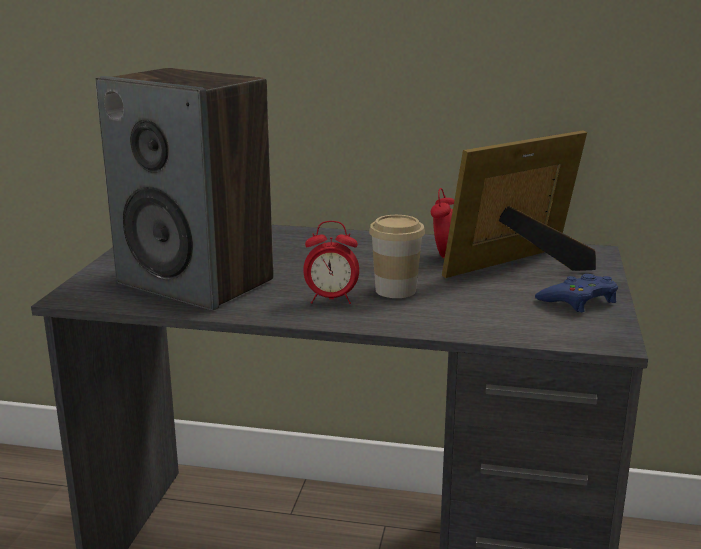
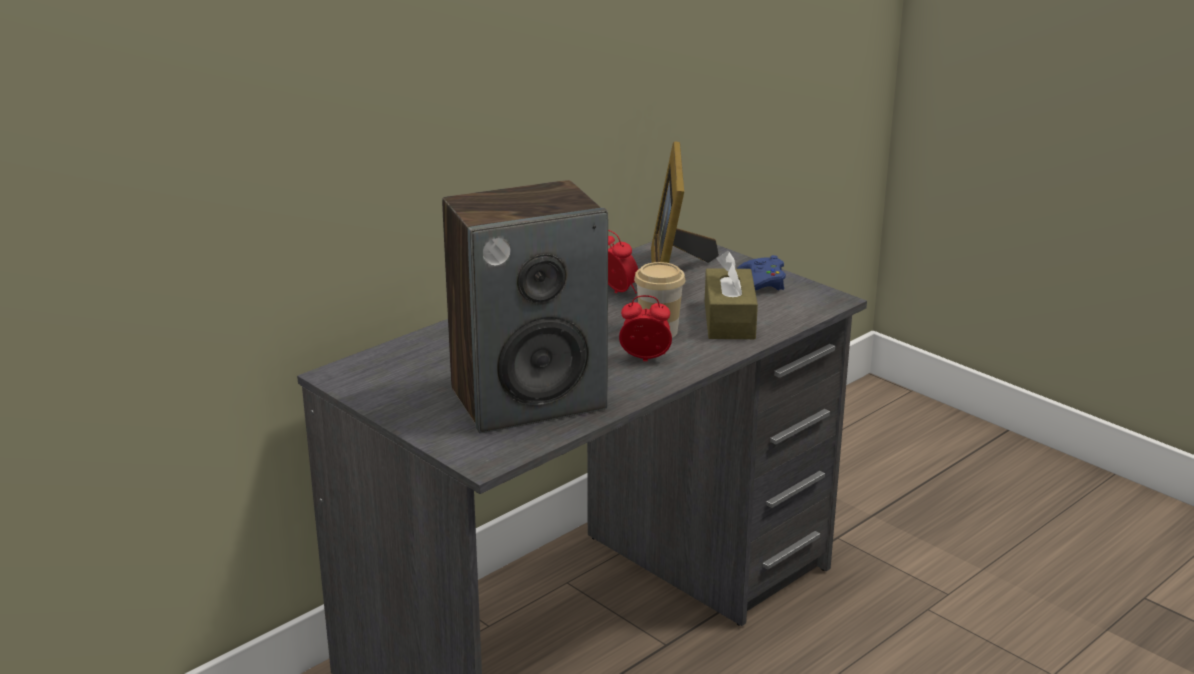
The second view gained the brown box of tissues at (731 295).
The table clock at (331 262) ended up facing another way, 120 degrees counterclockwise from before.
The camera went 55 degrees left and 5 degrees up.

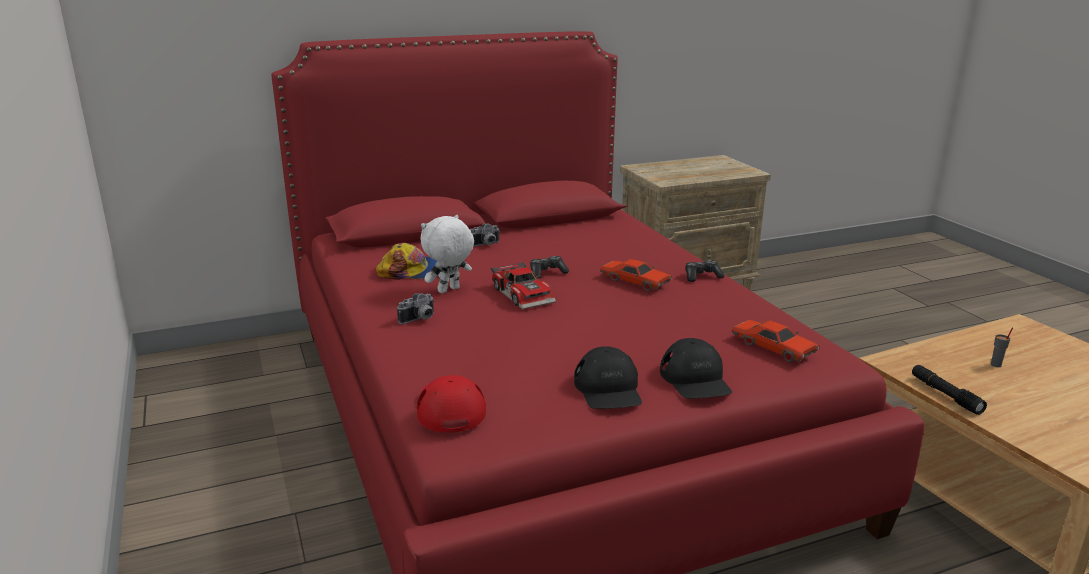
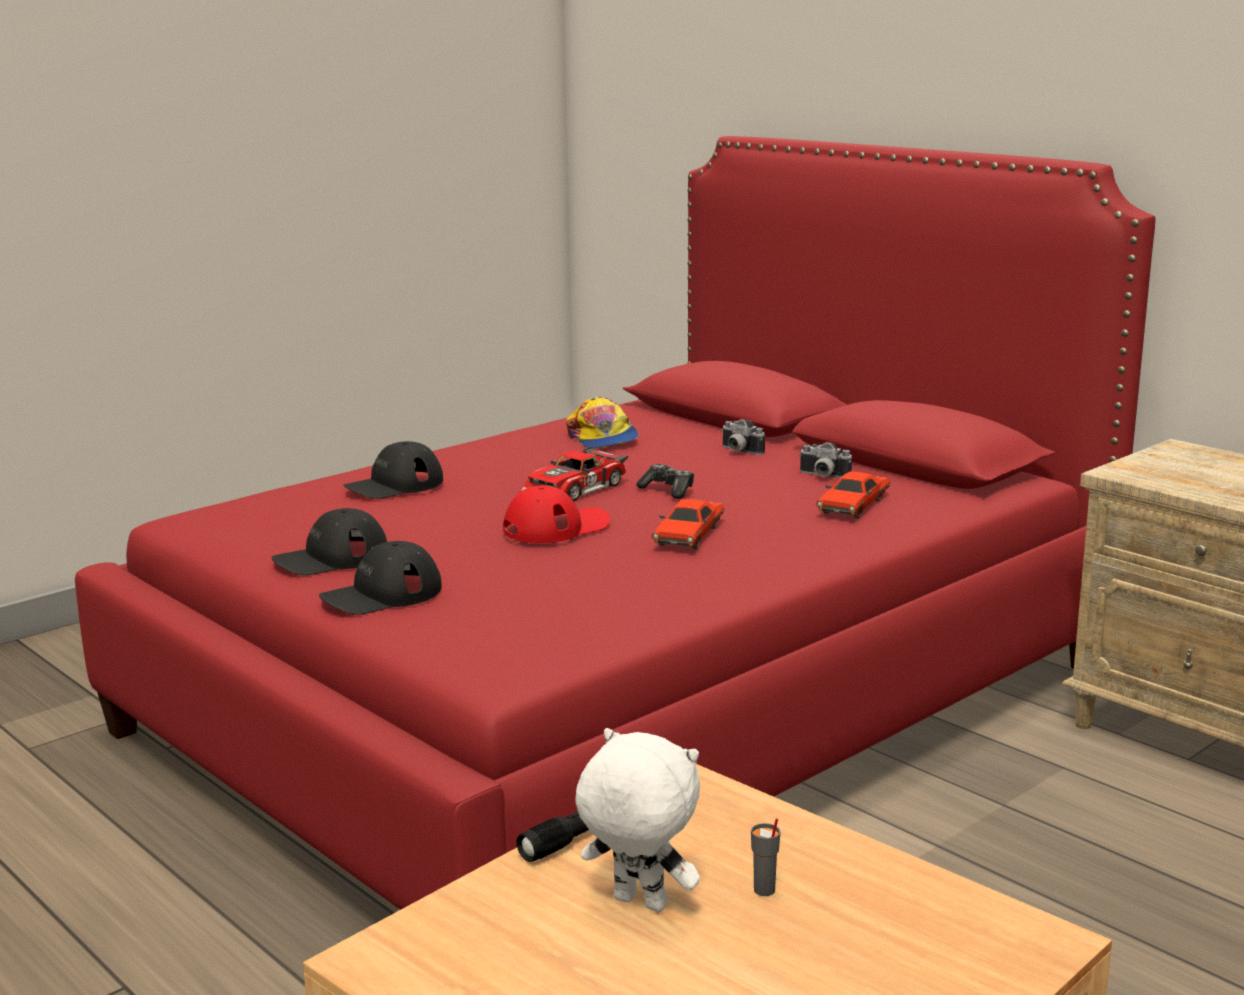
The second view lost the joypad at (704 271).
The second view gained the black-coloured peaked cap at (393 470).
The photo camera ended up elsewhere, having gone from (416 308) to (825 460).
The red peaked cap ended up elsewhere, having gone from (451 404) to (556 514).
The white-coloured cuddly toy ended up elsewhere, having gone from (447 254) to (638 820).
The red toy car ended up elsewhere, having gone from (776 341) to (853 495).
The camera went 70 degrees right and 5 degrees down.

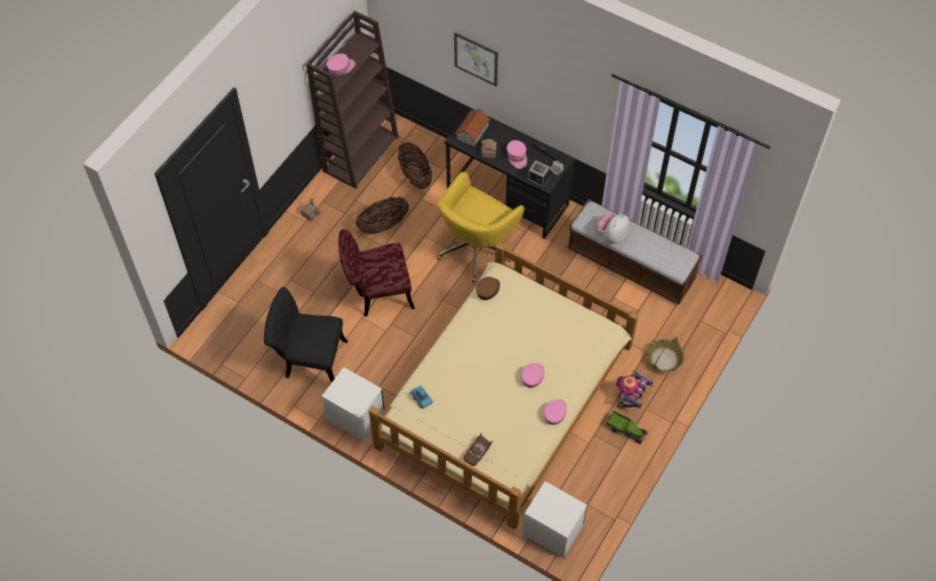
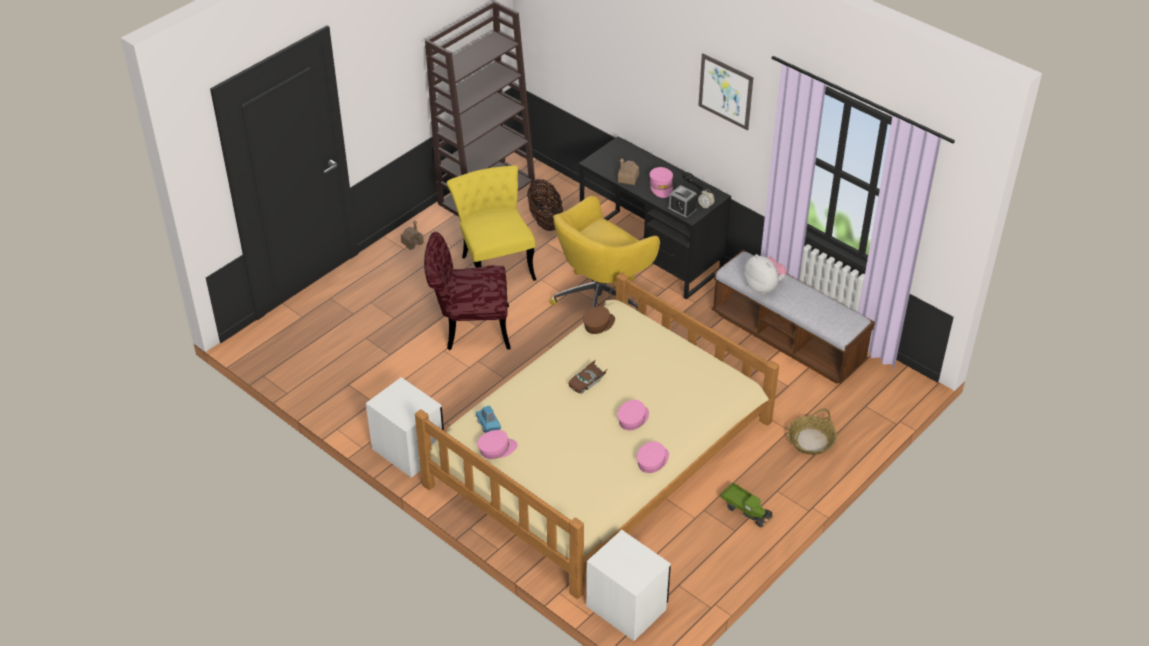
The second view lost the black-coloured chair at (306 335).
The second view lost the model house at (472 127).
The second view lost the model robot at (634 390).
The pink peaked cap ended up elsewhere, having gone from (340 65) to (497 444).
The picture ended up elsewhere, having gone from (476 59) to (725 92).
The brown toy car ended up elsewhere, having gone from (478 449) to (588 376).
Where the basket stood at (382 215), the yellow chair came to stand at (491 223).
The cuddly toy at (612 228) ended up facing another way, 90 degrees clockwise from before.
The camera went 10 degrees right and 15 degrees down.

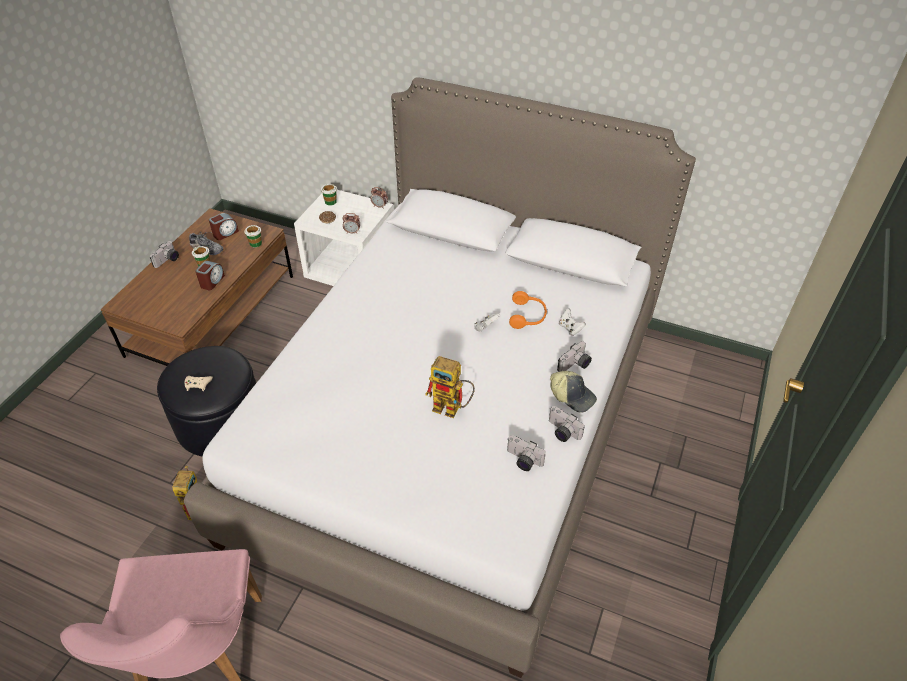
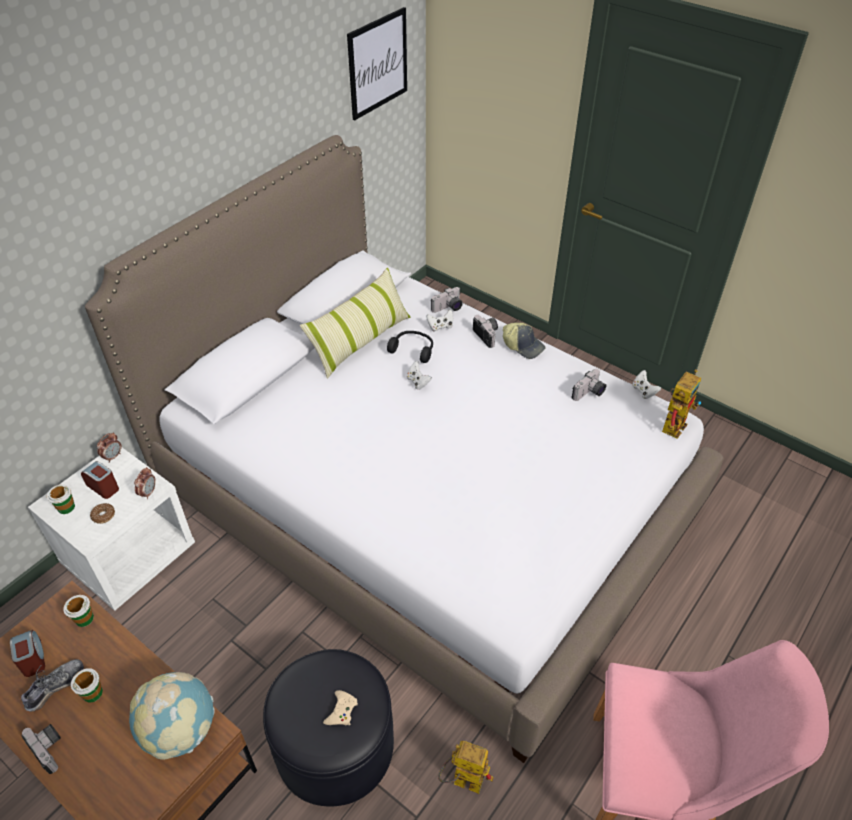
The second view gained the globe at (172 716).
The second view gained the throw pillow at (355 323).
The second view gained the picture at (377 63).
The second view gained the white-coloured joypad at (646 384).
The table clock ended up elsewhere, having gone from (210 275) to (100 480).
The model robot ended up elsewhere, having gone from (450 387) to (681 404).
The photo camera ended up elsewhere, having gone from (567 424) to (447 300).
What was the orange-coloured pair of headphones at (528 310) turned into the black-coloured pair of headphones at (410 347).
The peaked cap at (573 392) ended up facing another way, 75 degrees clockwise from before.
The camera went 75 degrees left and 0 degrees up.

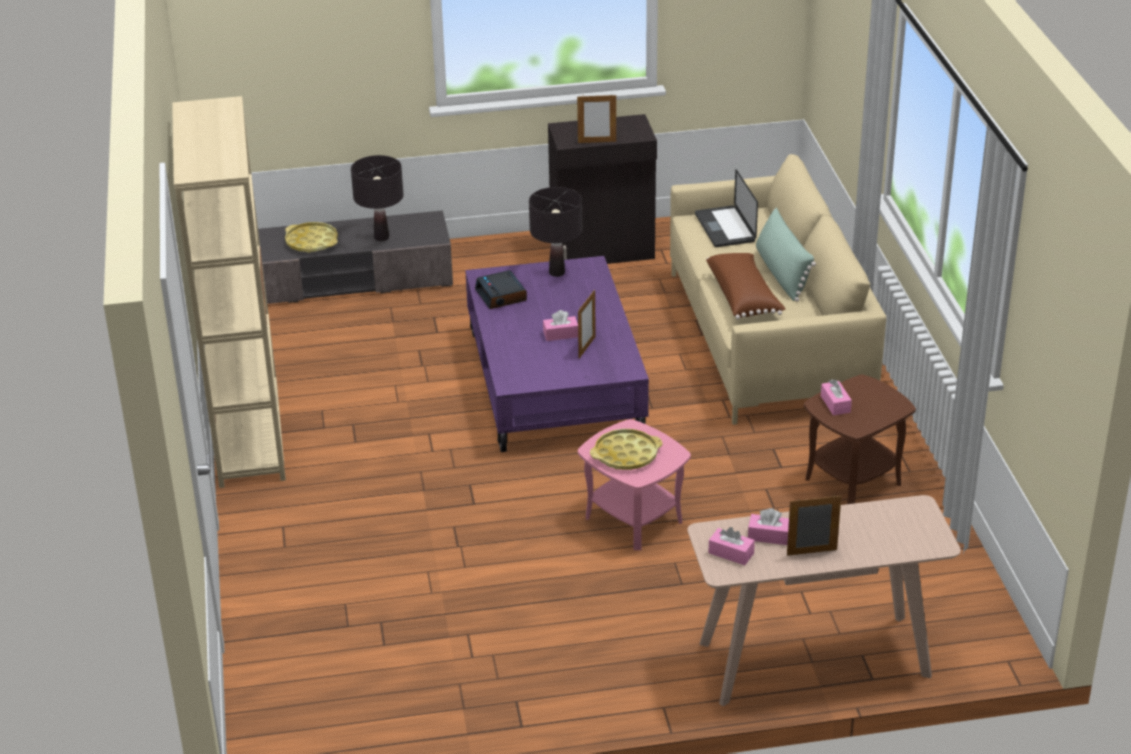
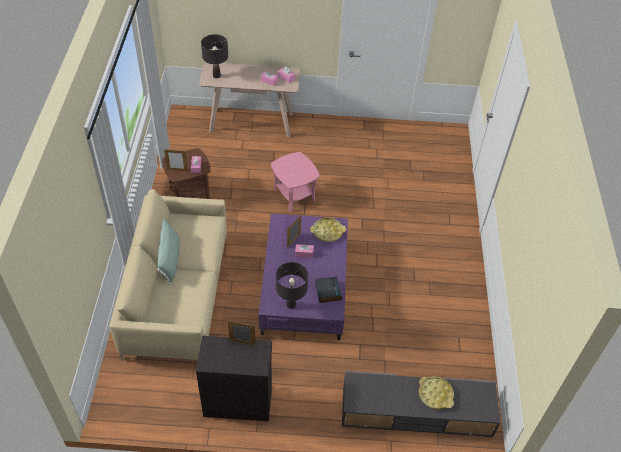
The second view lost the beige-coloured shelving unit at (229 292).
The second view lost the portable computer at (726 208).
The second view lost the brown throw pillow at (746 286).
The black-coloured table lamp ended up elsewhere, having gone from (377 198) to (214 56).
The yellow tray ended up elsewhere, having gone from (626 449) to (328 230).
The photo frame ended up elsewhere, having gone from (814 525) to (176 160).
The camera went 170 degrees left and 15 degrees up.

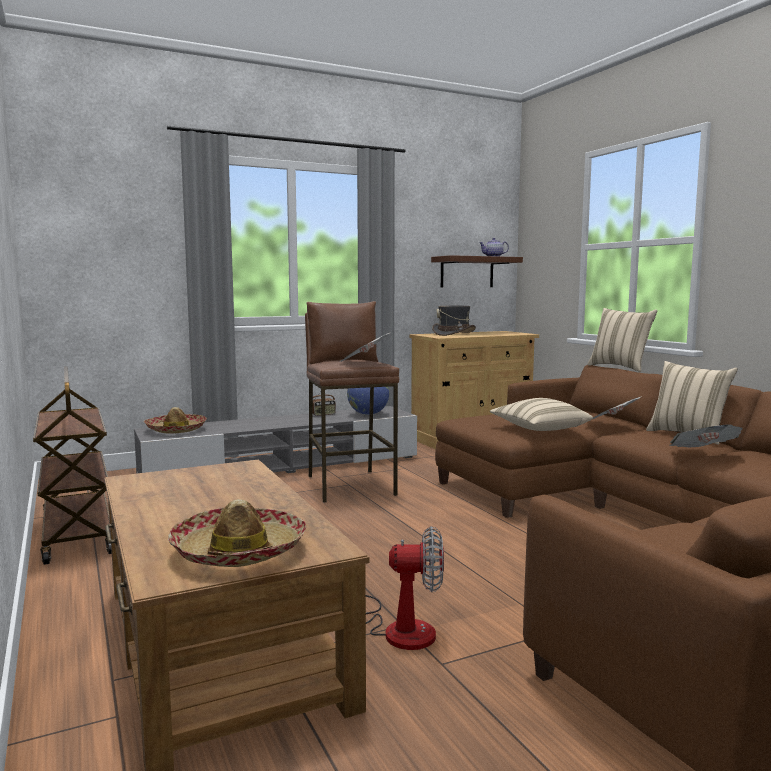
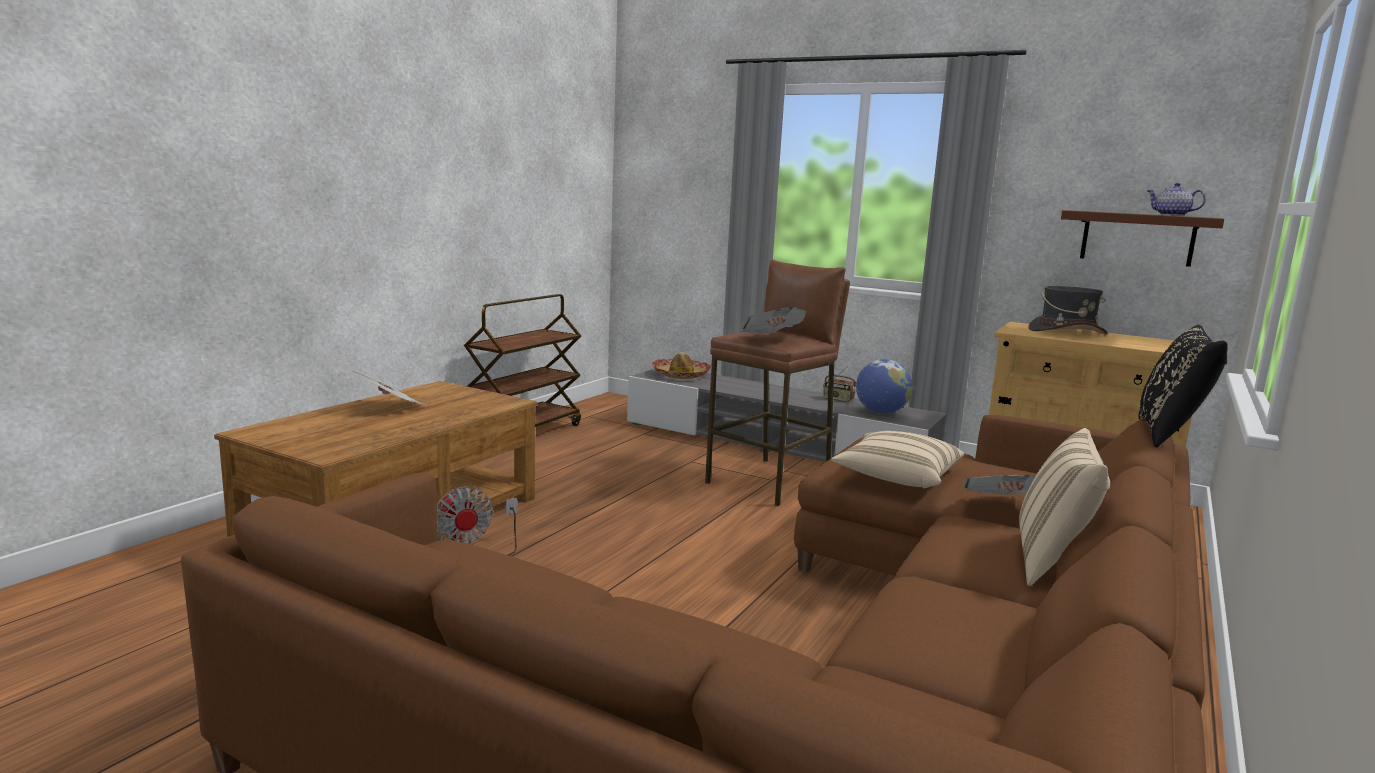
The second view lost the hat at (237 533).
The printed paper ended up elsewhere, having gone from (706 435) to (388 388).
What was the beige-coloured throw pillow at (622 340) turned into the black-coloured throw pillow at (1183 386).
The camera went 55 degrees right and 5 degrees up.

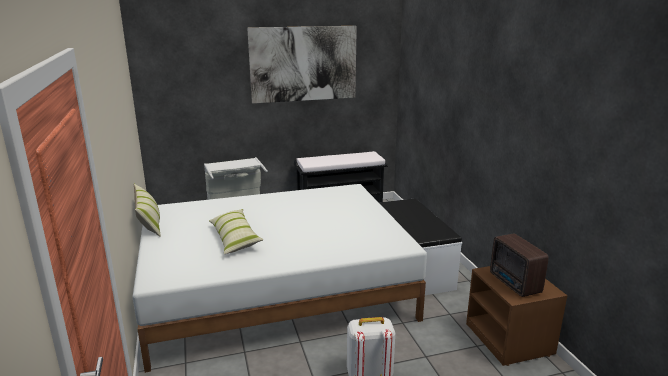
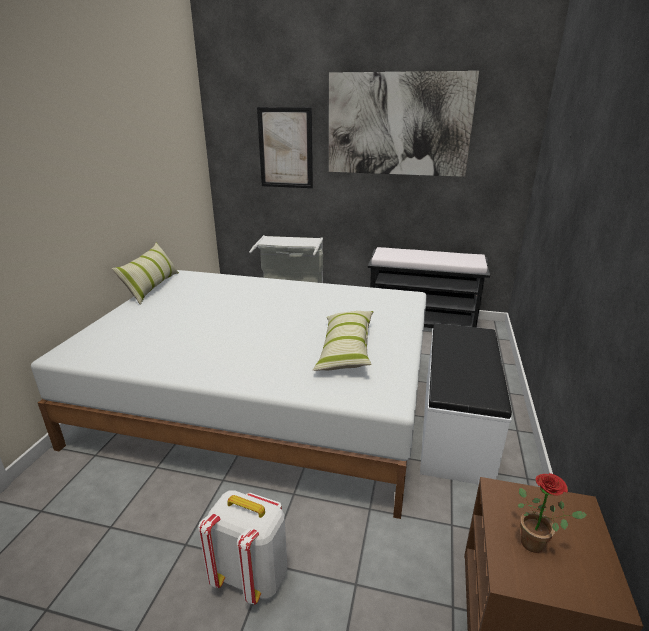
The second view gained the picture at (285 147).
The throw pillow ended up elsewhere, having gone from (236 231) to (343 341).
Where the radio stood at (519 265), the plant in a pot came to stand at (552 513).
The camera went 30 degrees right and 5 degrees up.

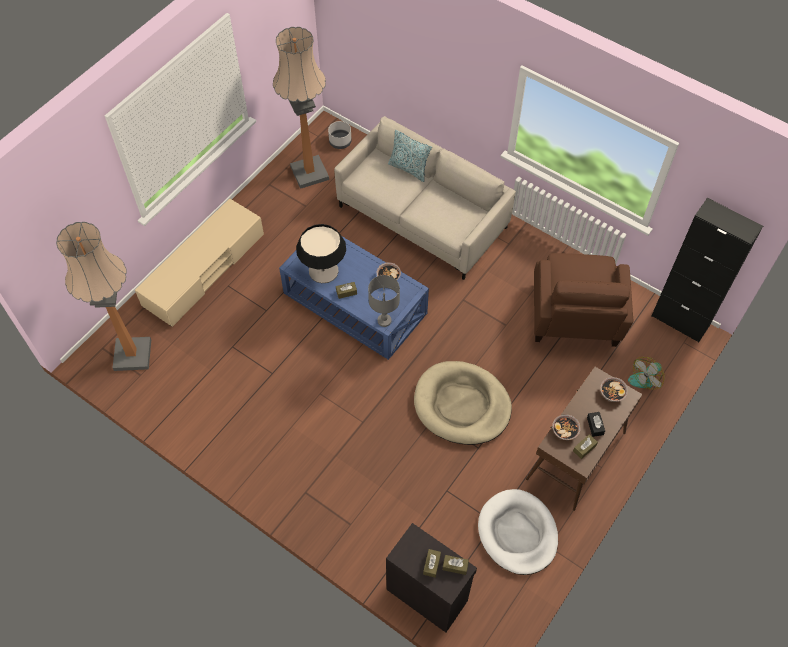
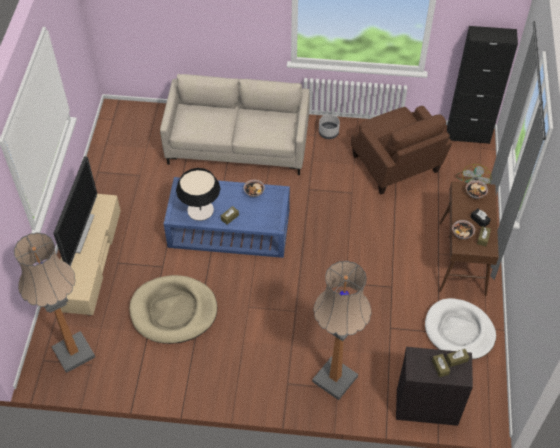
The second view lost the gray table lamp at (384 301).
The second view lost the throw pillow at (410 156).
The second view gained the television at (75 212).
The floor lamp ended up elsewhere, having gone from (301 108) to (341 330).
The gray plant pot ended up elsewhere, having gone from (340 135) to (329 126).
The beige-coloured dog bed ended up elsewhere, having gone from (463 403) to (173 309).
The camera went 30 degrees left and 5 degrees down.

